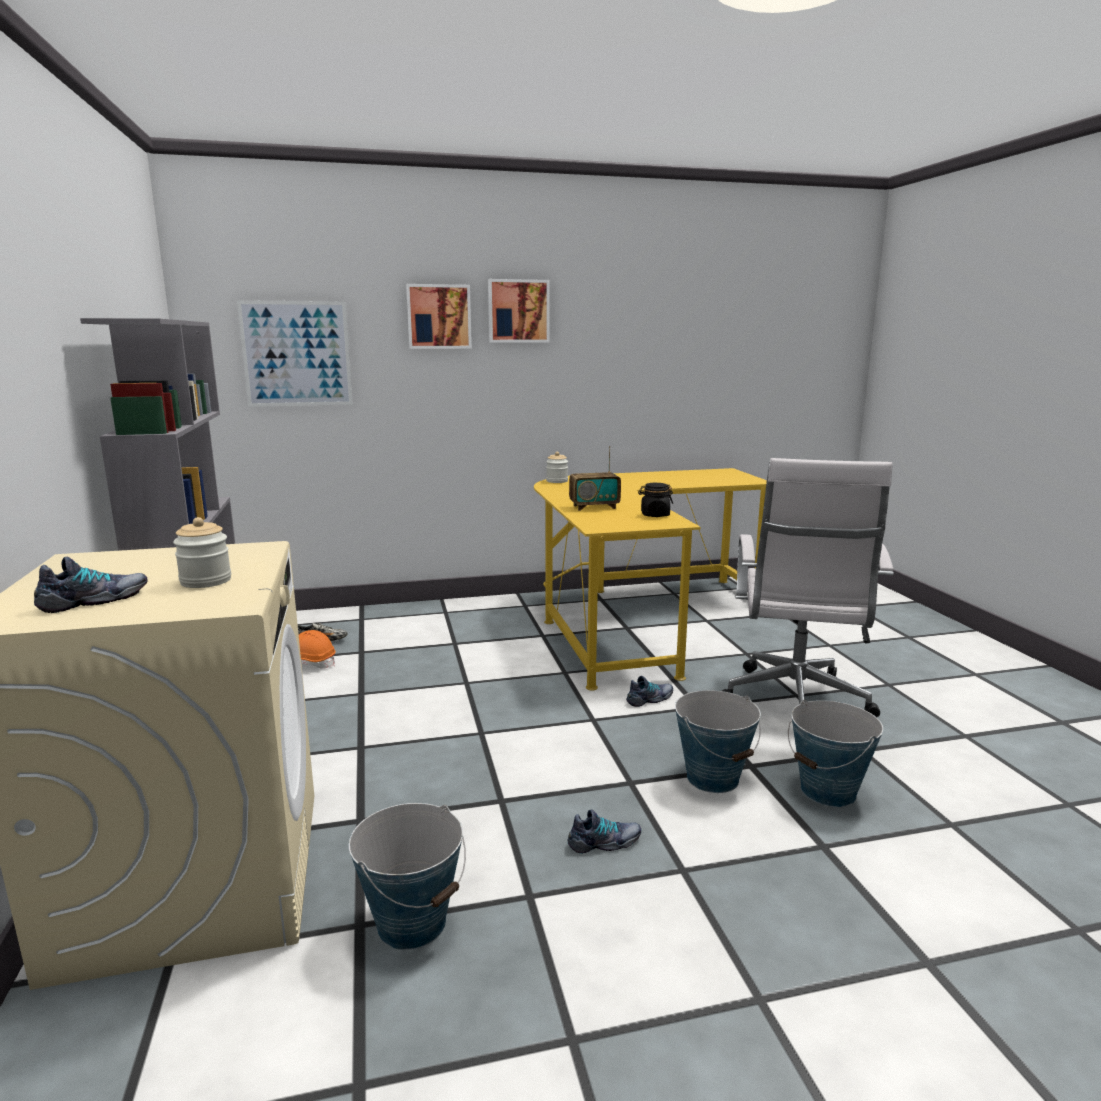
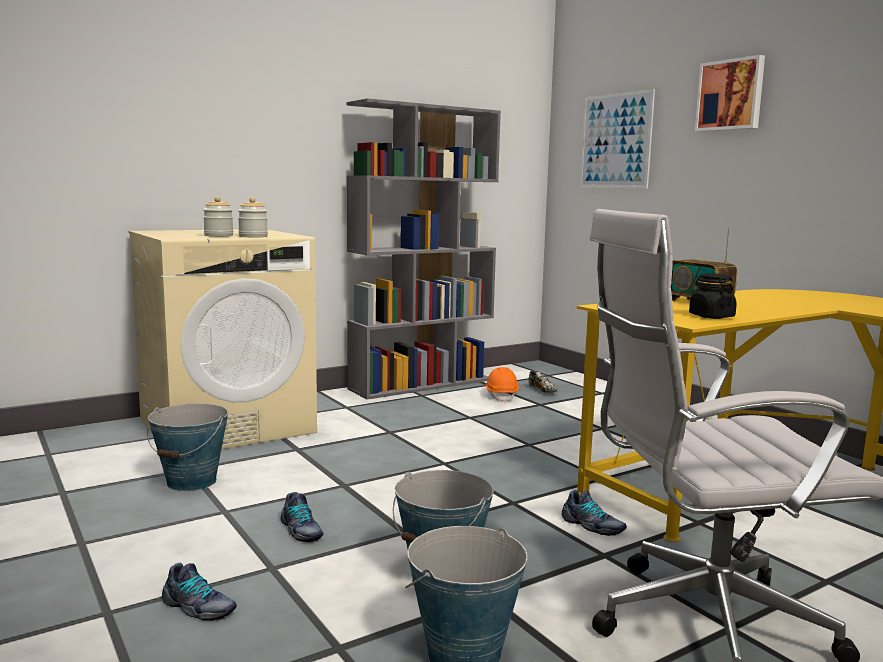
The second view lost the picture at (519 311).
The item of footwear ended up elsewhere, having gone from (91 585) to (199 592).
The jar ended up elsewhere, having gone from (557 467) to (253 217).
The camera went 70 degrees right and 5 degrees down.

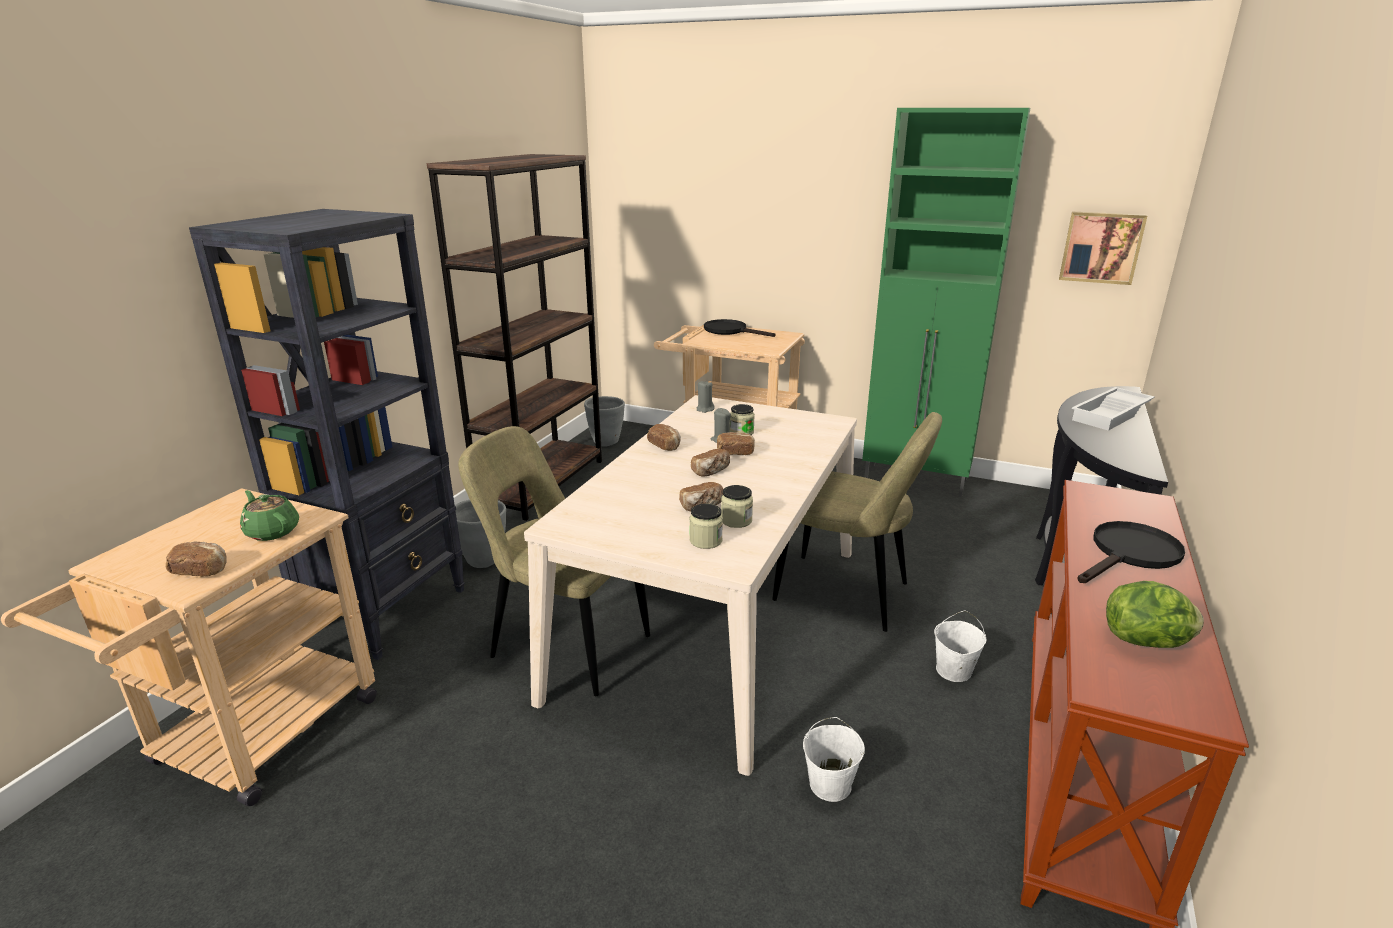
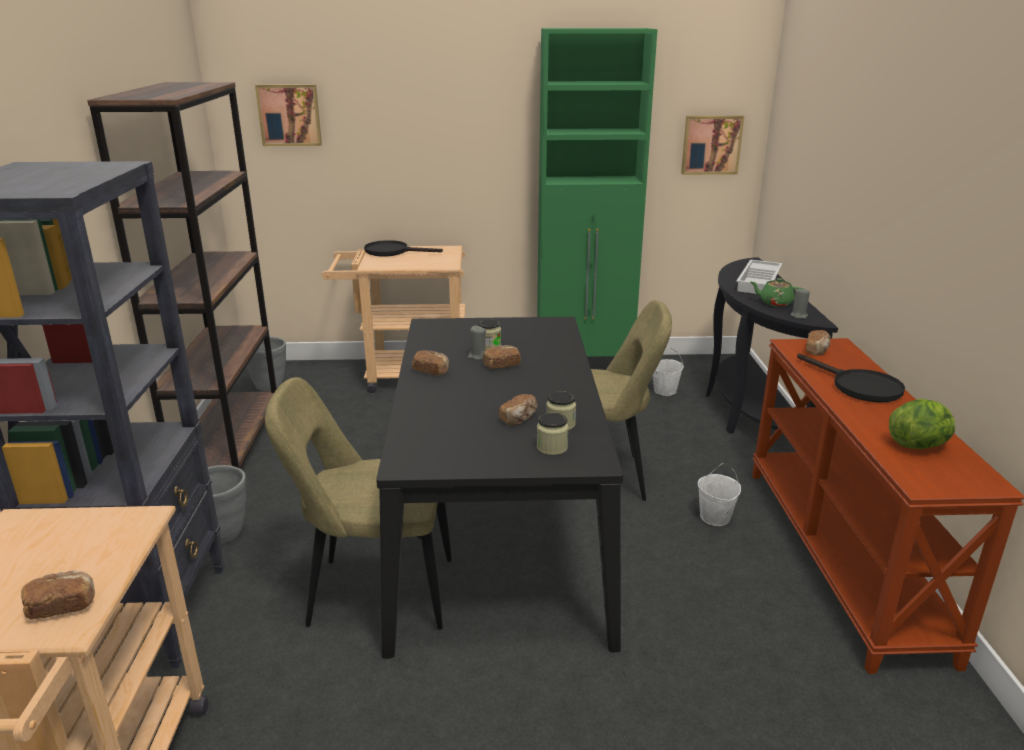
The second view gained the picture at (288 115).
The green tea pot ended up elsewhere, having gone from (269 515) to (777 292).
The baked bread ended up elsewhere, having gone from (710 462) to (818 343).
The gray wax candle ended up elsewhere, having gone from (706 396) to (800 303).
The white-coloured water bucket ended up elsewhere, having gone from (834 759) to (668 371).
What was the beige-coloured dinner table at (690 585) turned into the black-coloured dinner table at (499 488).
The black-coloured skillet at (1131 552) ended up facing another way, 120 degrees clockwise from before.
The camera went 25 degrees left and 0 degrees up.

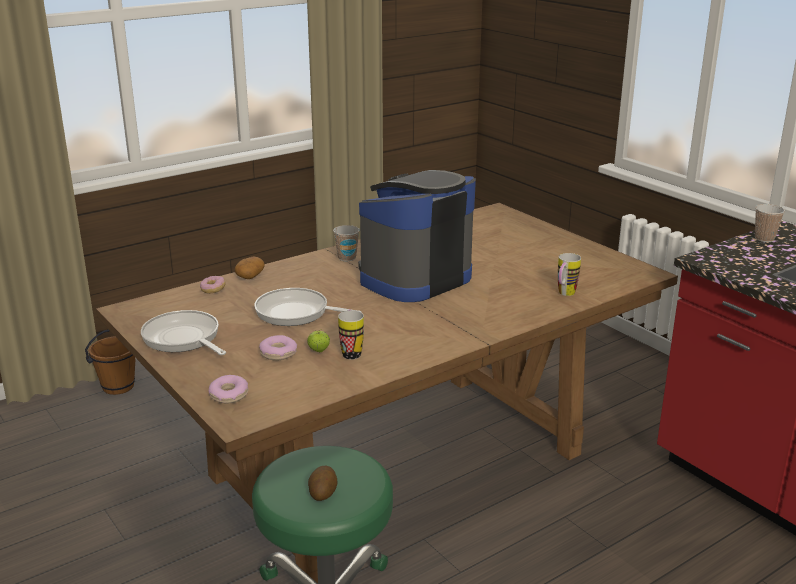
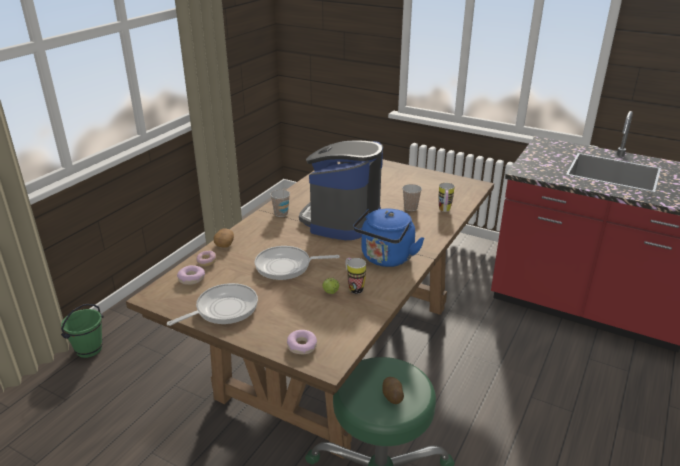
The second view gained the bluish tea kettle at (389 237).
The ring doughnut ended up elsewhere, having gone from (278 348) to (191 275).
The cup ended up elsewhere, having gone from (770 223) to (412 197).
What was the brown water bucket at (110 362) turned into the green water bucket at (82 331).
The skillet at (183 332) ended up facing another way, 120 degrees clockwise from before.
The camera went 25 degrees left and 5 degrees up.

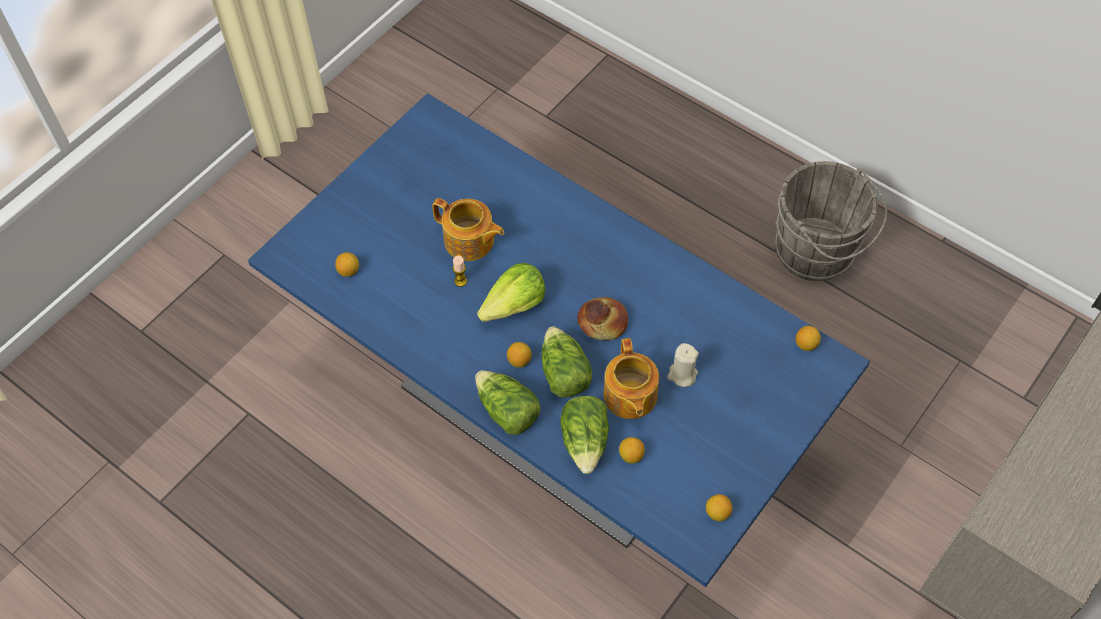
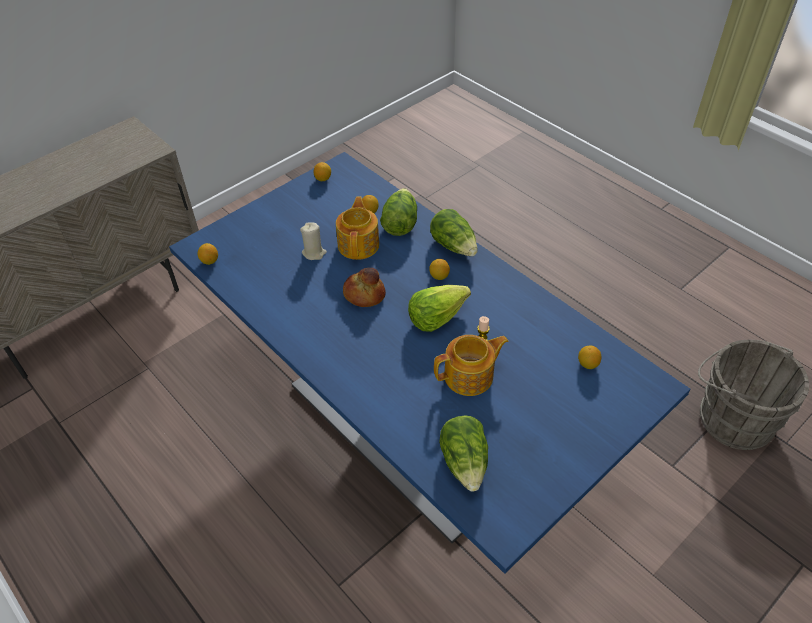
The lettuce ended up elsewhere, having gone from (566 362) to (463 454).
The gray water bucket ended up elsewhere, having gone from (831 221) to (753 395).
The tea pot at (468 229) ended up facing another way, 120 degrees clockwise from before.
The camera went 170 degrees left and 10 degrees down.

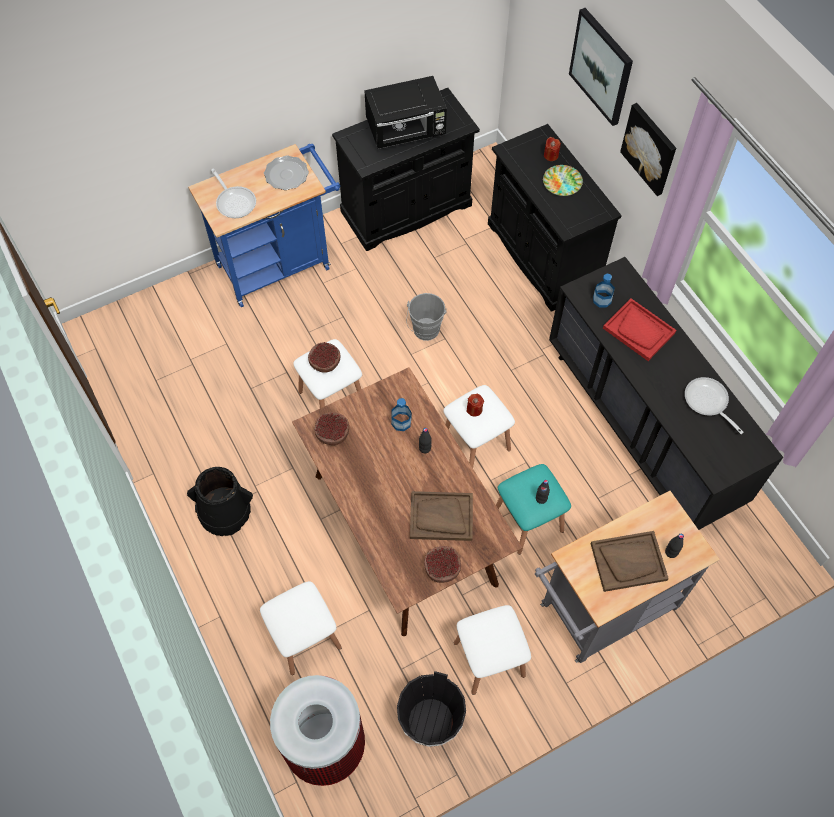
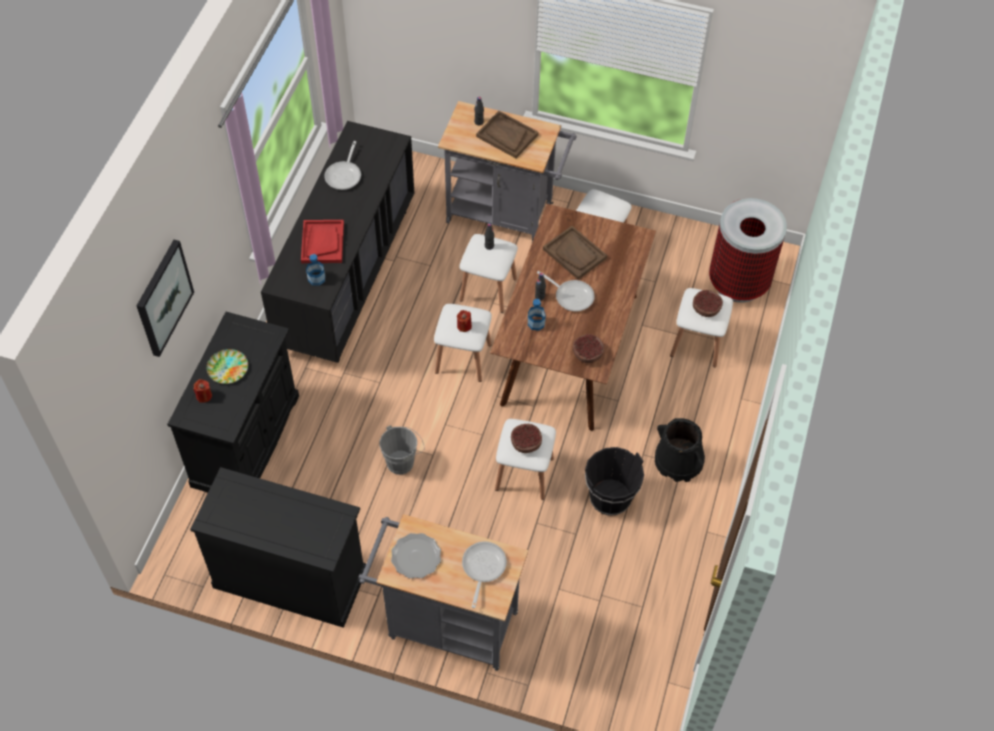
The second view lost the black-coloured microwave at (405 112).
The second view lost the picture at (648 149).
The second view gained the skillet at (566 291).
The black-coloured water bucket ended up elsewhere, having gone from (431 709) to (614 481).
The deep dish ended up elsewhere, having gone from (442 564) to (708 303).
What was the bluish wheeled cart at (264 226) turned into the gray wheeled cart at (443 592).
What was the blue-green stool seat at (533 509) turned into the white-coloured stool seat at (488 273).
The camera went 135 degrees left and 5 degrees down.

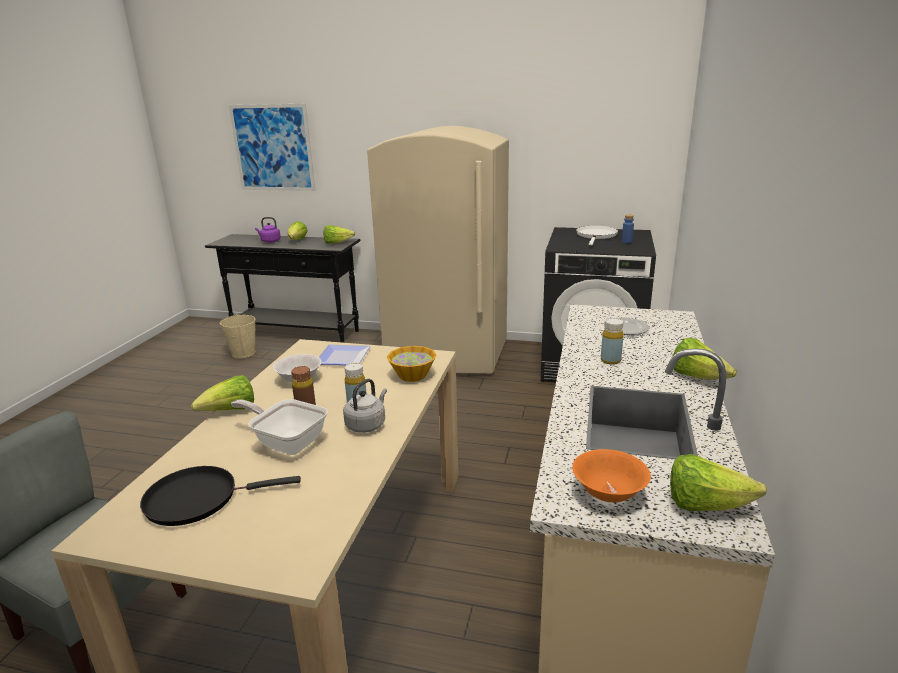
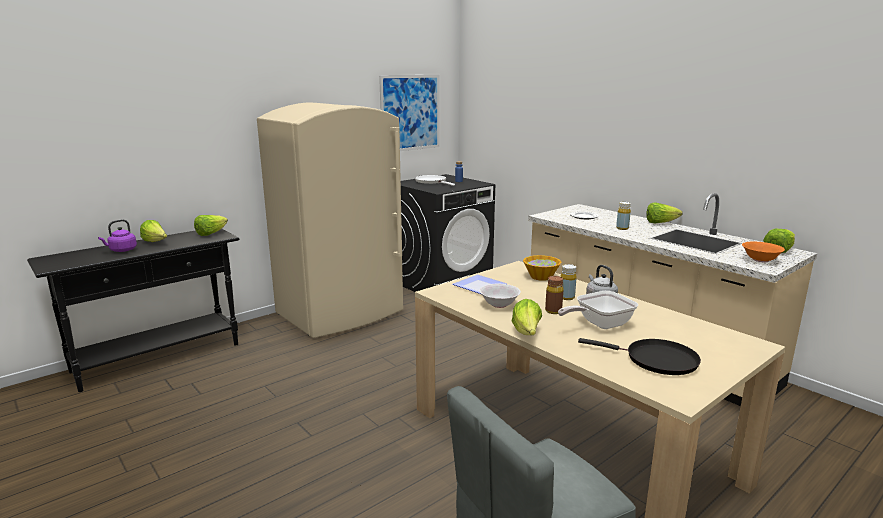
The second view lost the beige-coloured water bucket at (238 336).
The picture ended up elsewhere, having gone from (272 147) to (409 113).
The black-coloured skillet at (220 496) ended up facing another way, 90 degrees counterclockwise from before.
The camera went 55 degrees left and 5 degrees down.

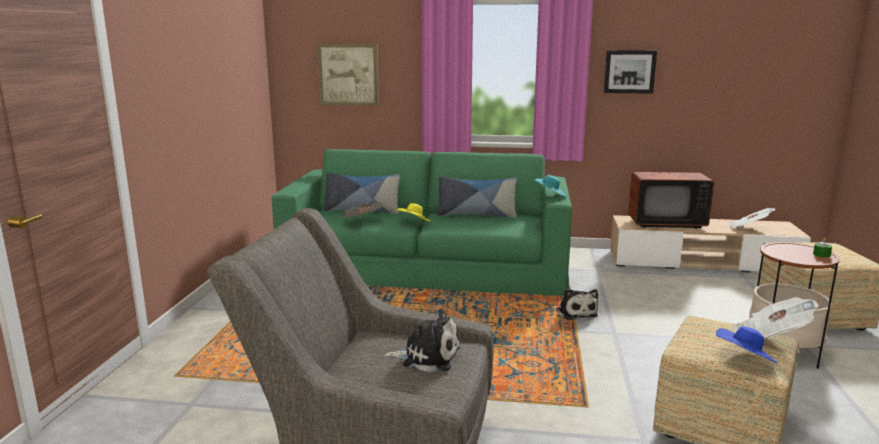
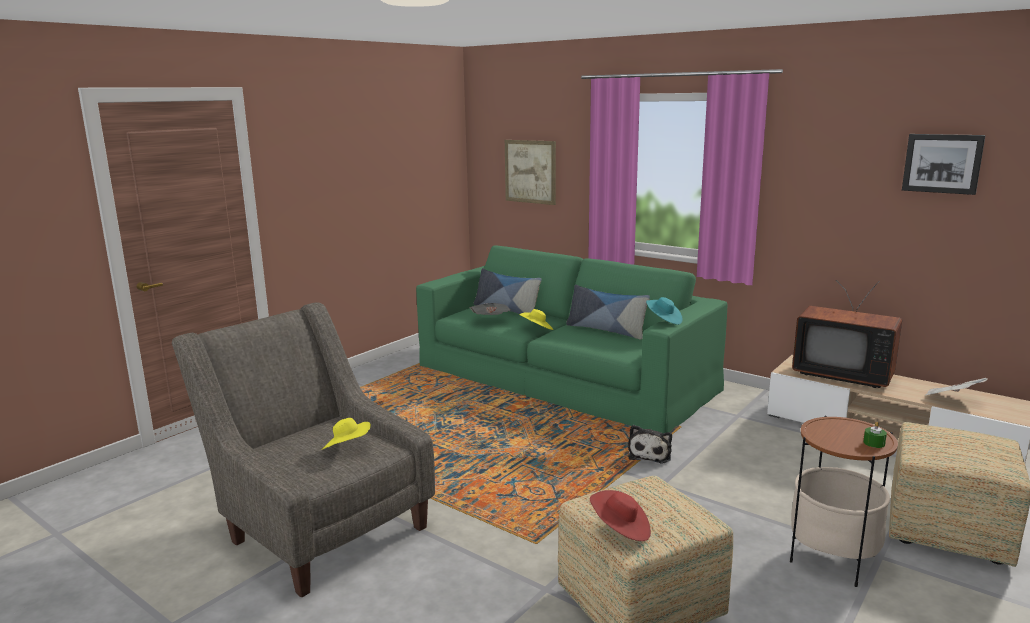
The second view lost the printed paper at (775 318).
The picture ended up elsewhere, having gone from (630 72) to (944 164).
Where the cuddly toy stood at (422 340), the yellow hat came to stand at (346 434).
What was the bluish hat at (747 344) turned into the red hat at (620 515).
The camera went 30 degrees right and 0 degrees up.

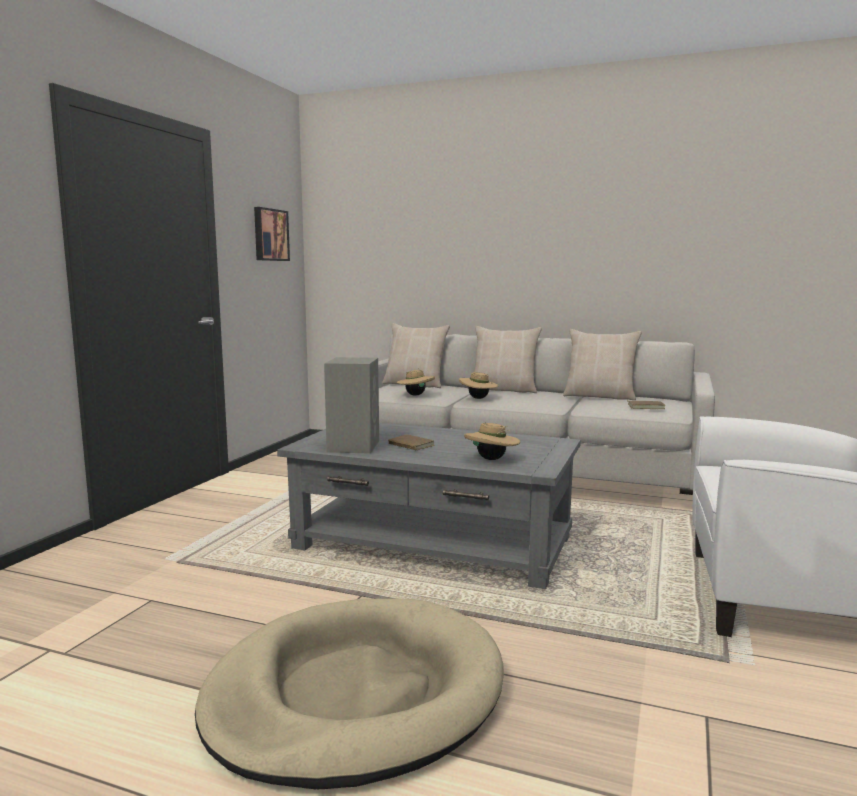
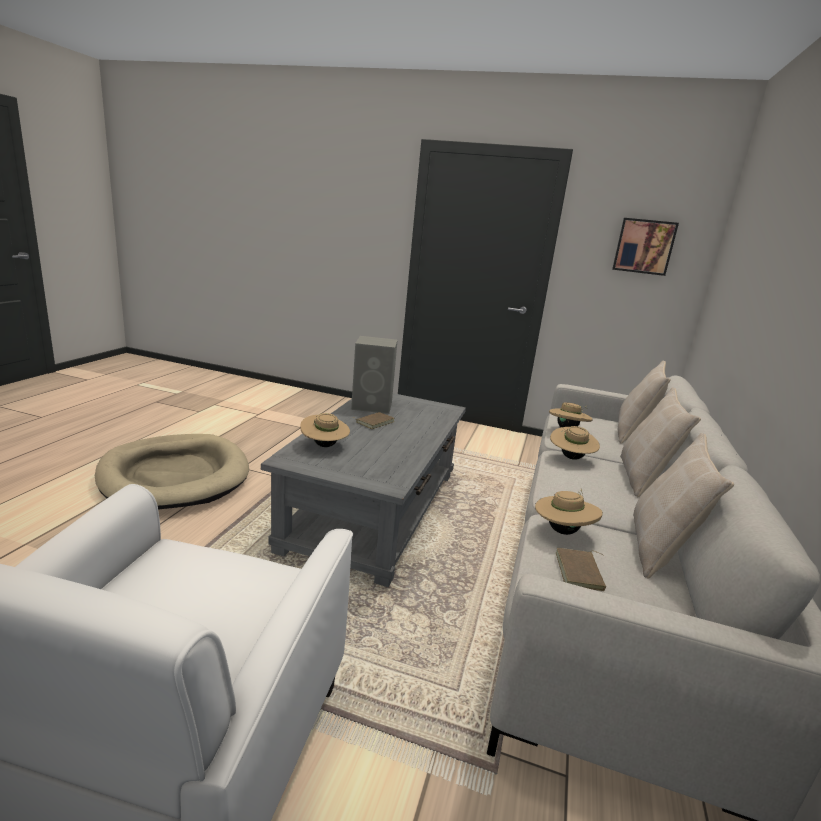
The second view gained the beige-coloured hat at (569 512).
The camera went 85 degrees right and 10 degrees up.

